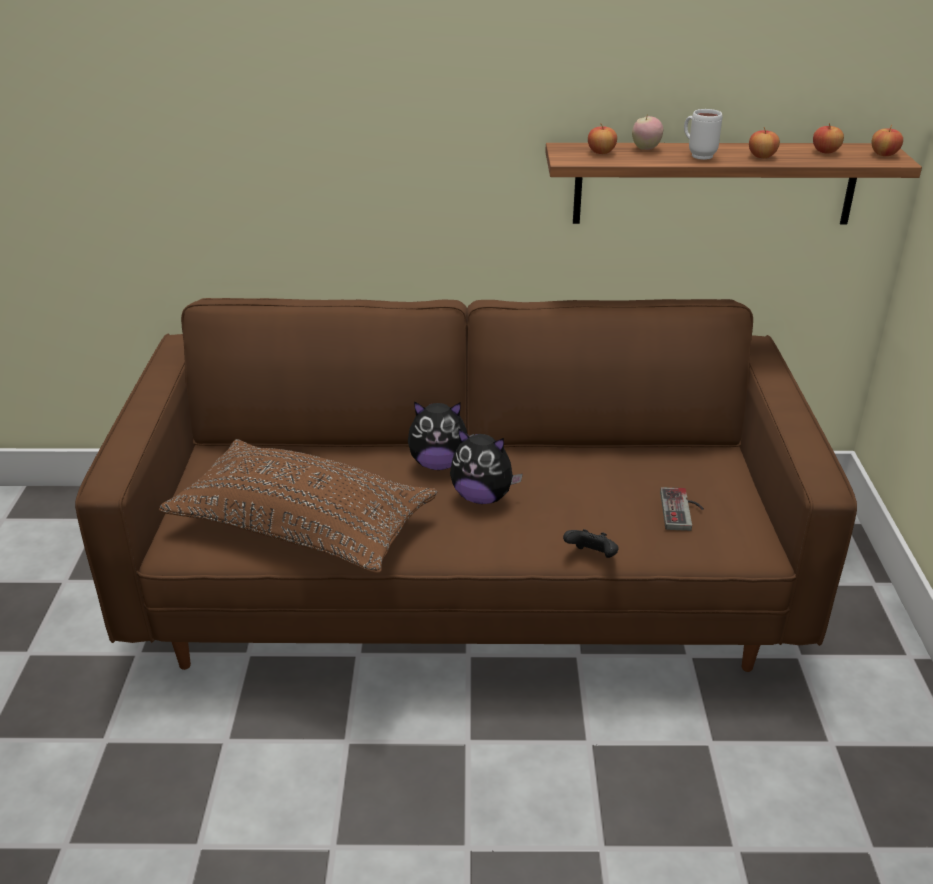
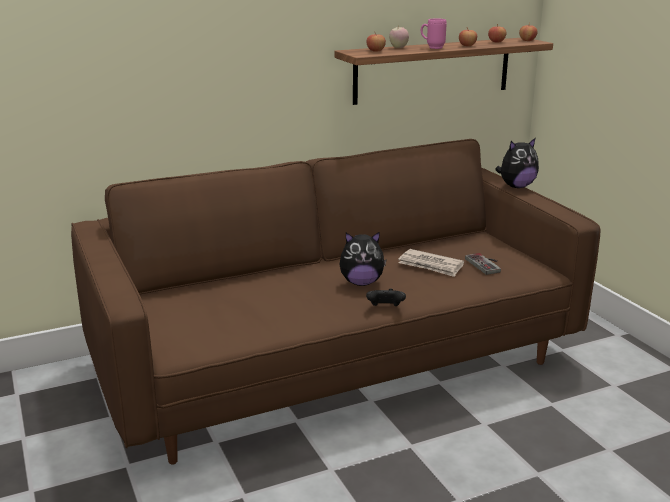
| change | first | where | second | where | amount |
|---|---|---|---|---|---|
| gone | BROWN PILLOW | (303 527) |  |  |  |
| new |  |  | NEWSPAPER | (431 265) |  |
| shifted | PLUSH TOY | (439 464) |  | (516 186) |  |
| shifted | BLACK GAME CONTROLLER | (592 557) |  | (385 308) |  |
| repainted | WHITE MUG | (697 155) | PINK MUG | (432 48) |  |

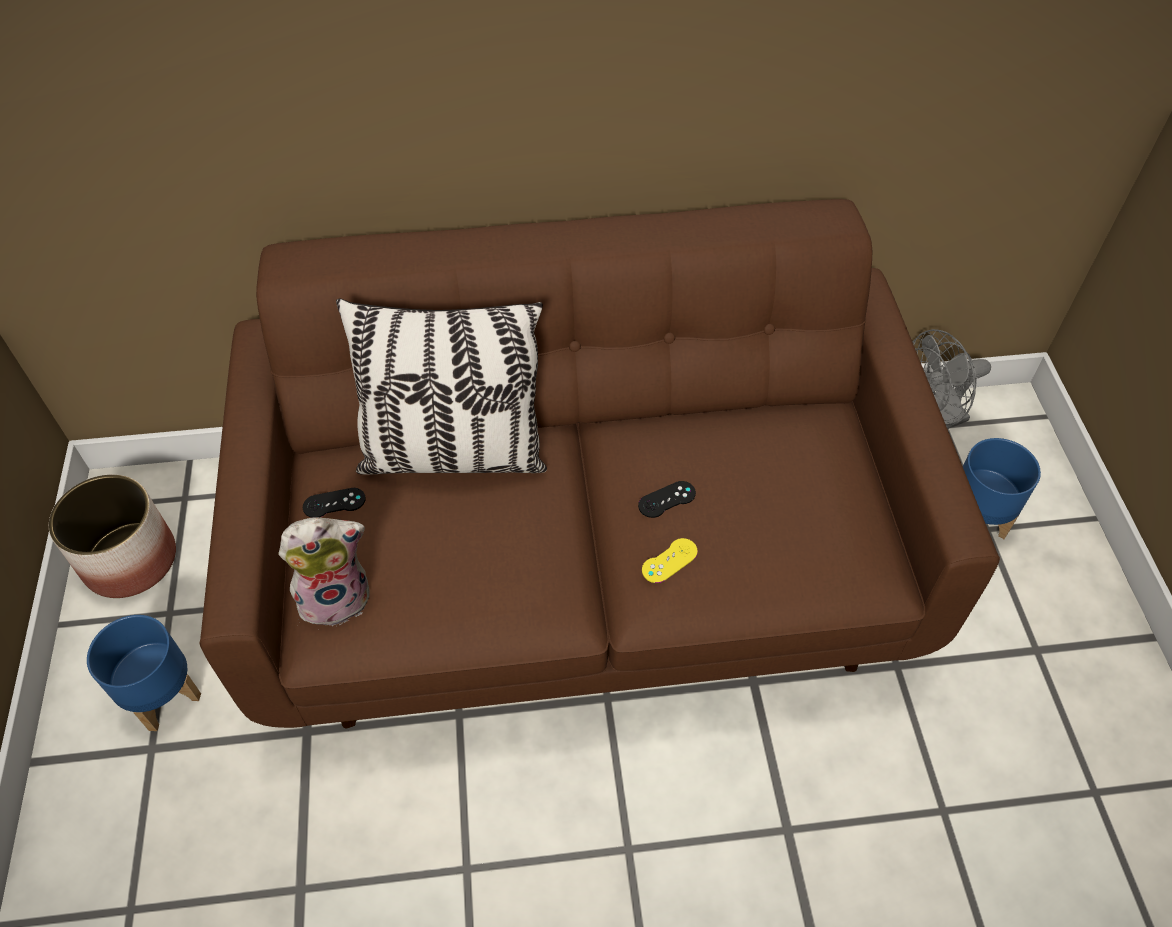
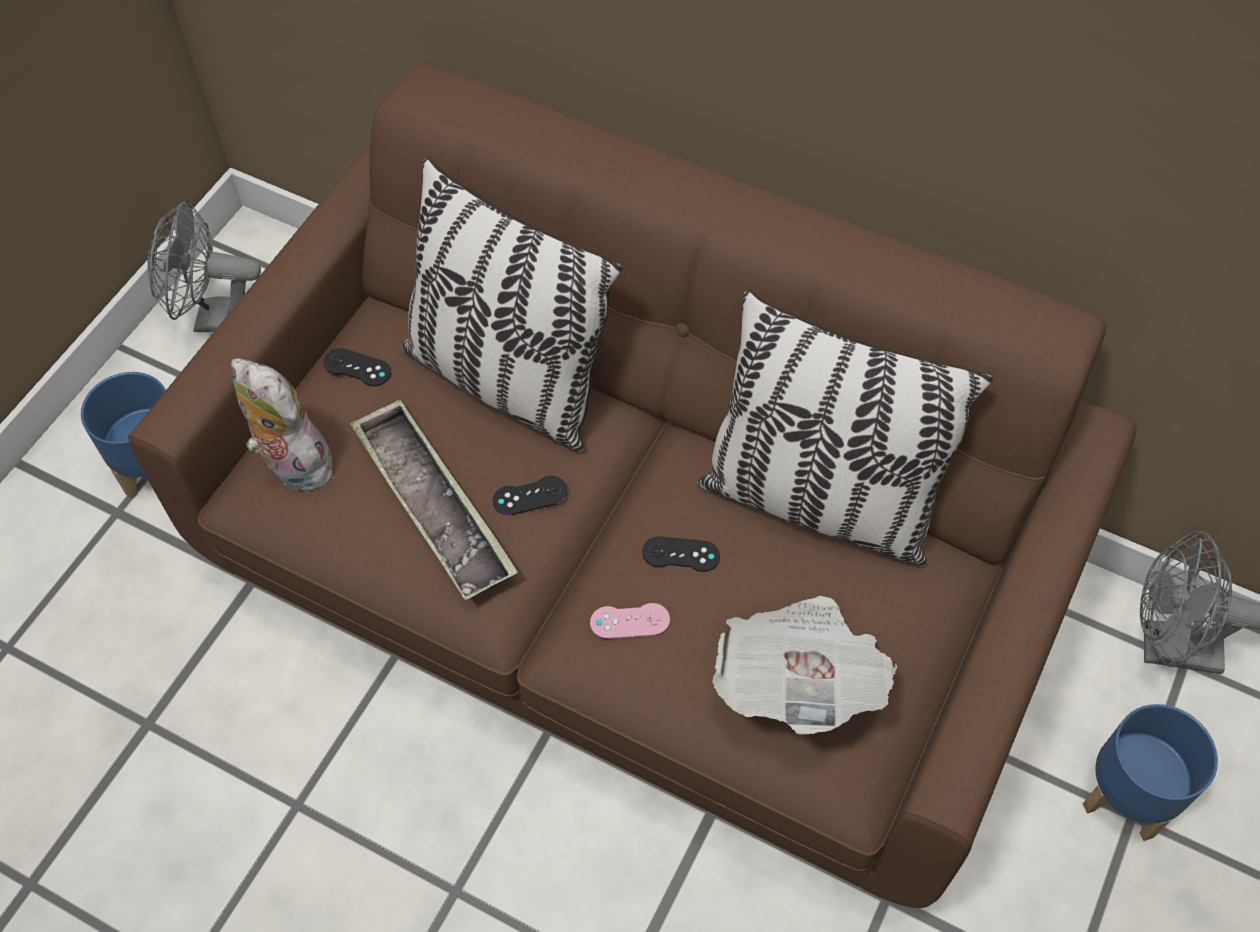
| change | first | where | second | where | amount |
|---|---|---|---|---|---|
| new |  |  | TRAY | (433 505) |  |
| new |  |  | BLACK GAME CONTROLLER | (530 496) |  |
| new |  |  | PILLOW | (818 501) |  |
| new |  |  | NEWSPAPER | (799 679) |  |
| swapped | PLANTER | (131 560) | GREY FAN | (218 319) |  |
| repainted | YELLOW GAME CONTROLLER | (669 561) | PINK GAME CONTROLLER | (630 621) |  |
| rotated | PLUSH TOY | (337 596) |  | (291 464) | 150 degrees counterclockwise |

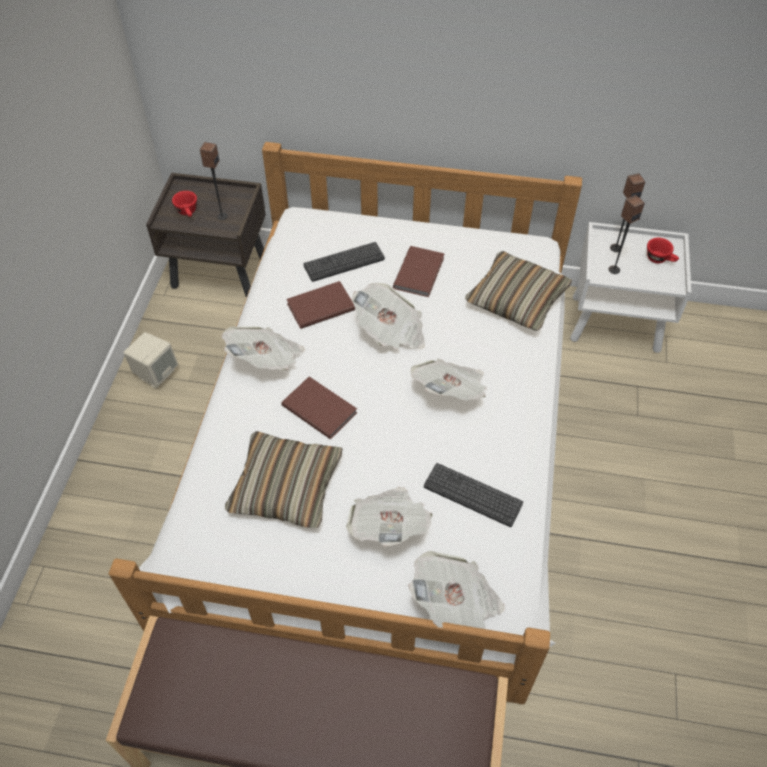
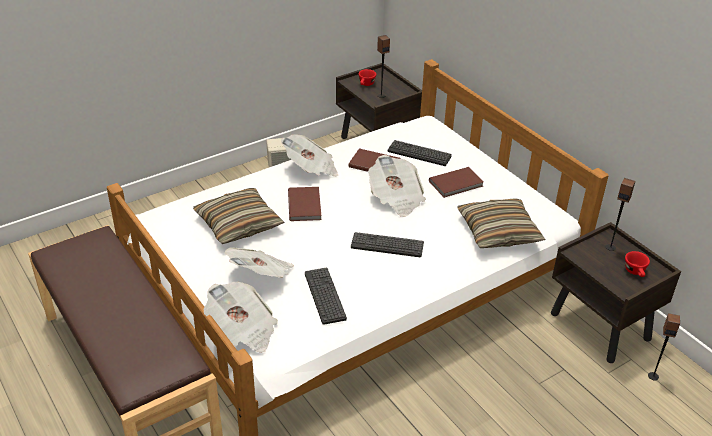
| change | first | where | second | where | amount |
|---|---|---|---|---|---|
| shifted | SPEAKER | (614 269) |  | (653 376) |  |
| swapped | NEWSPAPER | (451 391) | KEYBOARD | (387 245) |  |
| repainted | WHITE NIGHTSTAND | (616 323) | BROWN NIGHTSTAND | (601 327) |  |

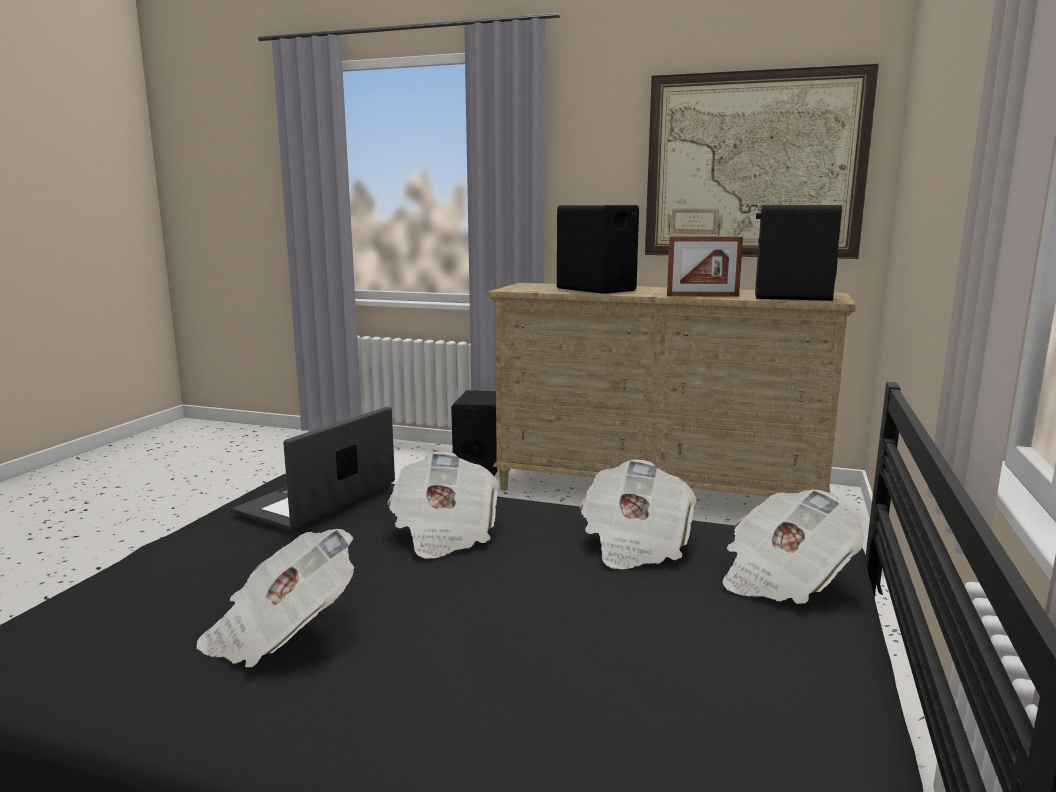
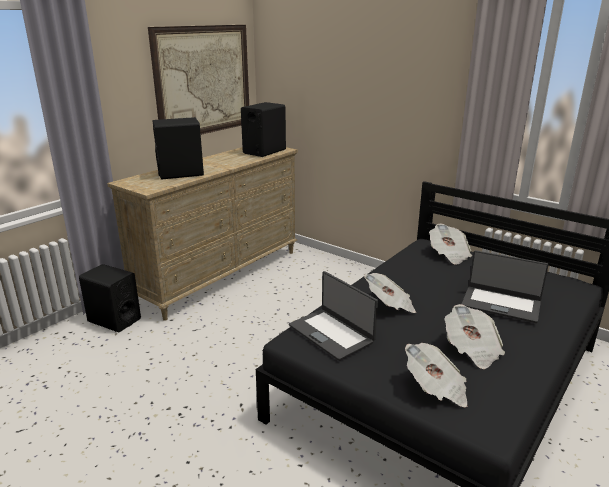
| change | first | where | second | where | amount |
|---|---|---|---|---|---|
| gone | PICTURE FRAME | (702 296) |  |  |  |
| new |  |  | LAPTOP | (501 304) |  |
| shifted | NEWSPAPER | (635 544) |  | (436 388) |  |

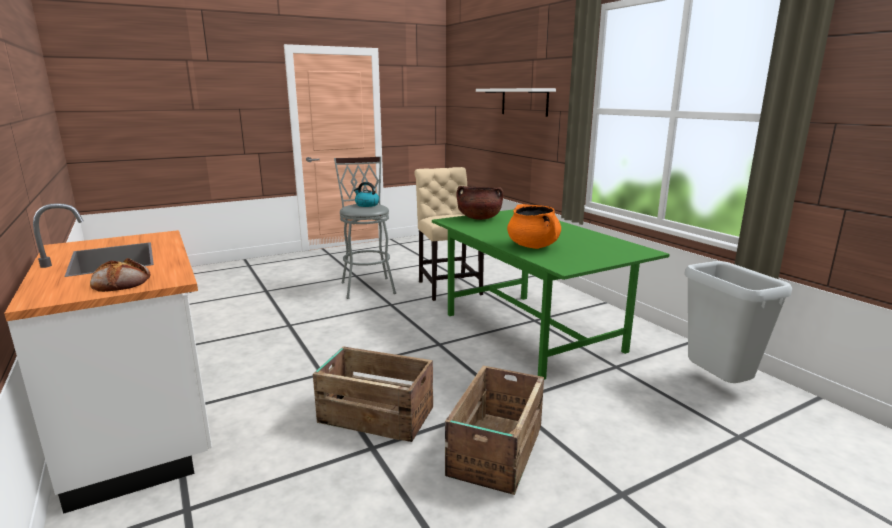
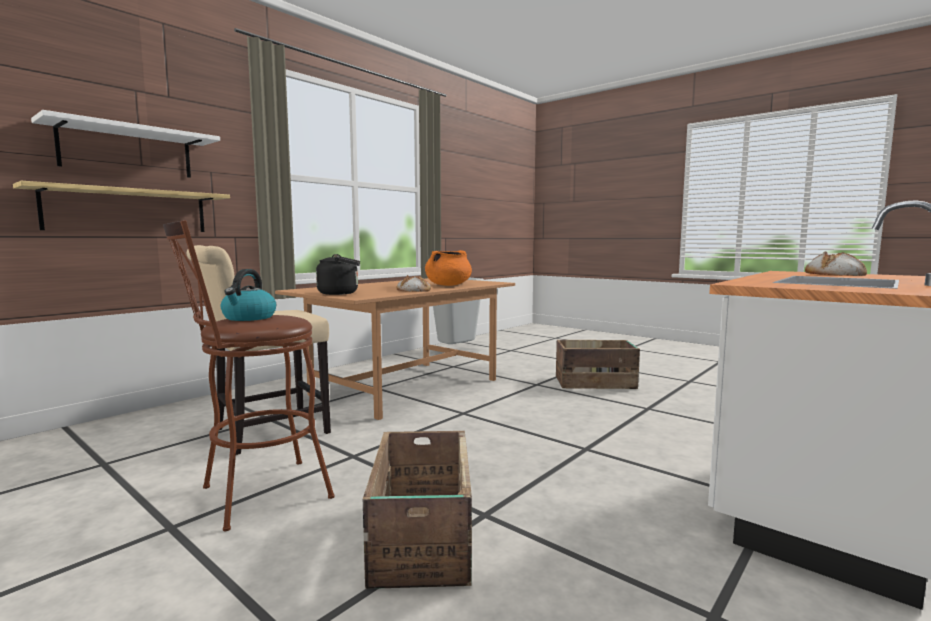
| change | first | where | second | where | amount |
|---|---|---|---|---|---|
| new |  |  | SHELF | (128 211) |  |
| new |  |  | BREAD | (413 290) |  |
| shifted | CRATE | (375 415) |  | (421 539) |  |
| swapped | BROWN COOKING POT | (479 218) | BLACK KETTLE | (341 293) |  |
| repainted | GREY STOOL | (367 286) | BROWN STOOL | (254 495) |  |
| repainted | GREEN DINING TABLE | (533 332) | BROWN DINING TABLE | (406 386) |  |

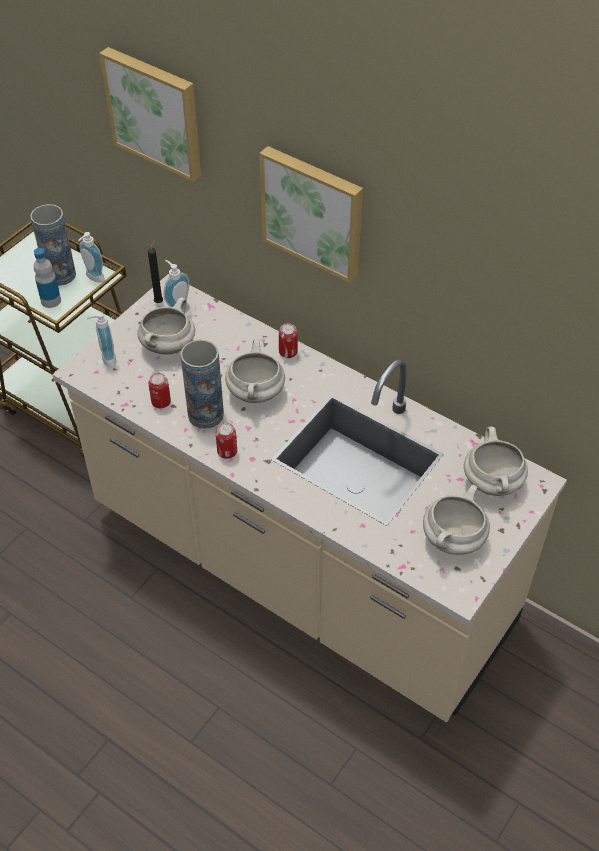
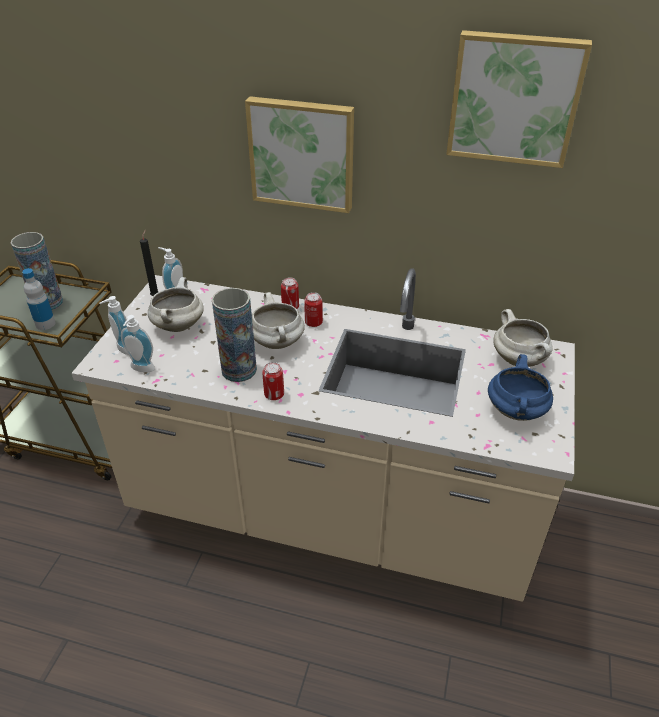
| change | first | where | second | where | amount |
|---|---|---|---|---|---|
| shifted | SOAP DISPENSER | (93 278) |  | (141 369) |  |
| shifted | PICTURE | (155 112) |  | (514 98) |  |
| shifted | CAN | (161 402) |  | (313 323) |  |
| repainted | WHITE COOKING POT | (453 540) | BLUE COOKING POT | (516 412) |  |

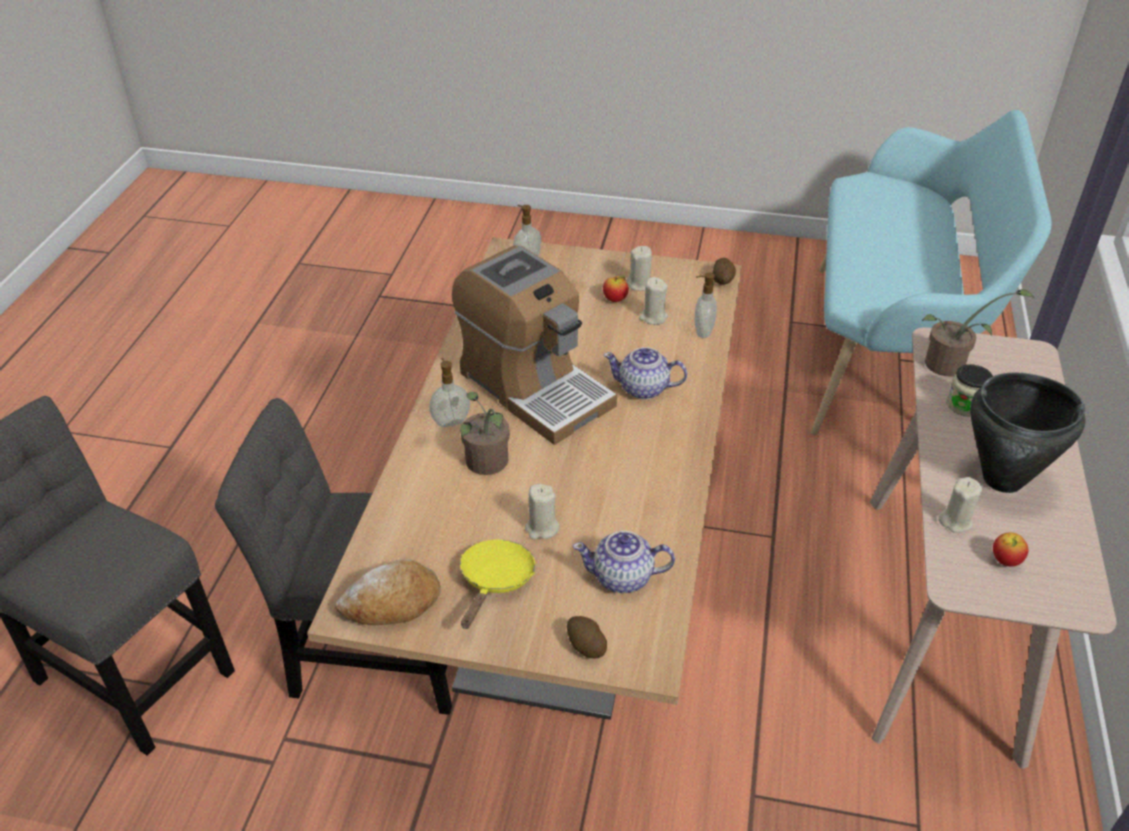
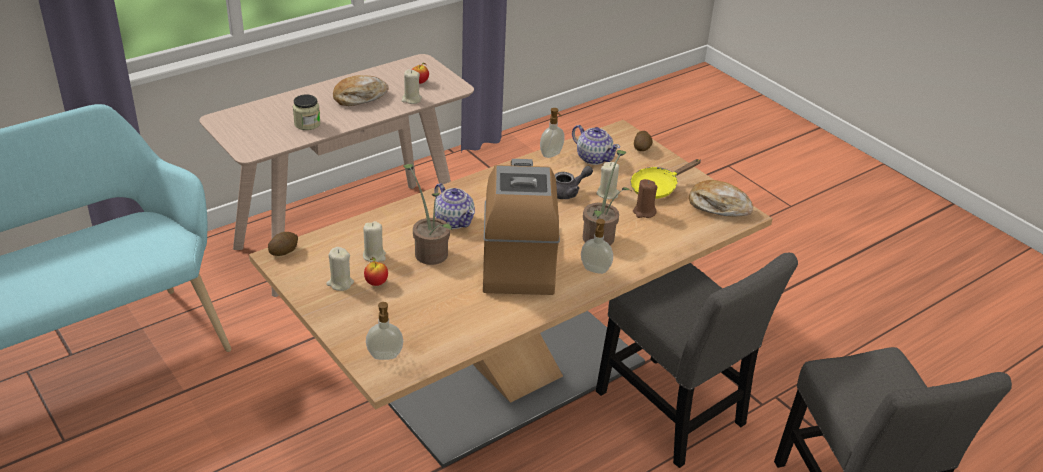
| change | first | where | second | where | amount |
|---|---|---|---|---|---|
| new |  |  | GREY TEAPOT | (568 192) |  |
| new |  |  | BROWN CANDLE | (644 212) |  |
| shifted | SOAP DISPENSER | (702 331) |  | (551 155) |  |
| shifted | POTTED PLANT | (951 366) |  | (429 251) |  |
| swapped | BLACK COOKING POT | (1003 480) | BREAD | (359 97) |  |

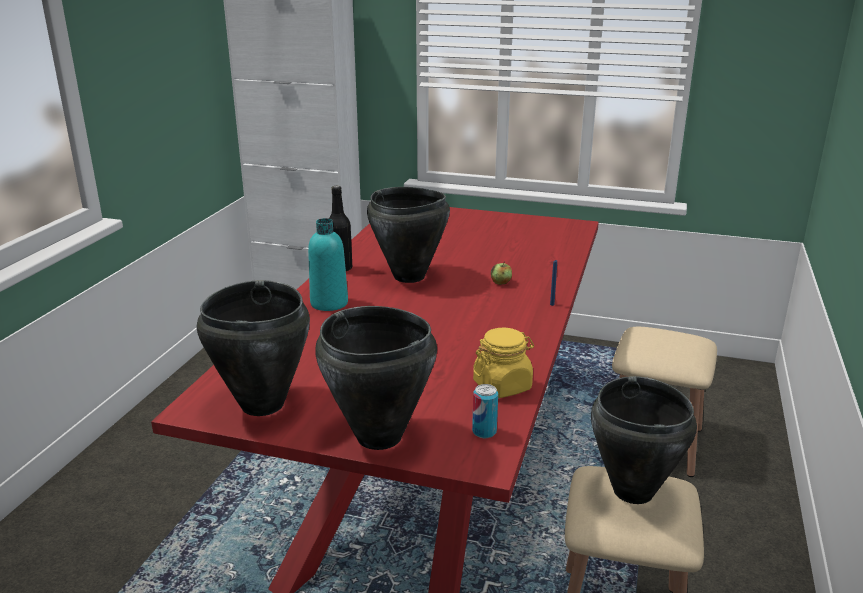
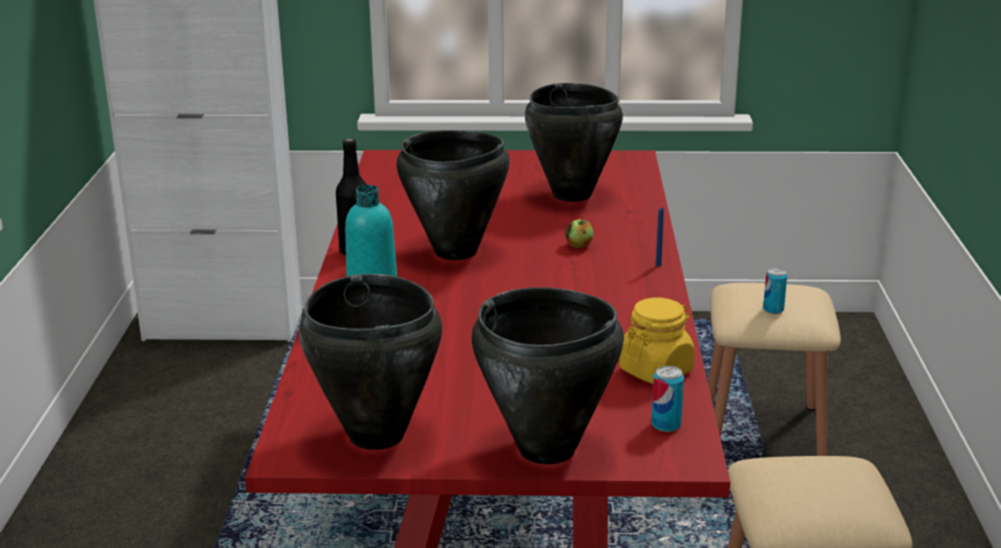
| change | first | where | second | where | amount |
|---|---|---|---|---|---|
| new |  |  | CAN | (773 309) |  |
| shifted | BLACK COOKING POT | (632 491) |  | (571 195) |  |

